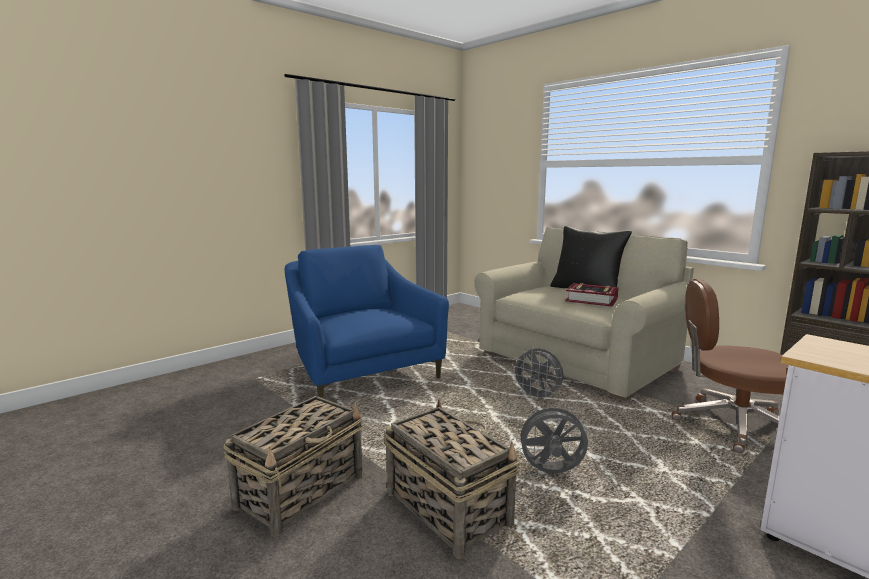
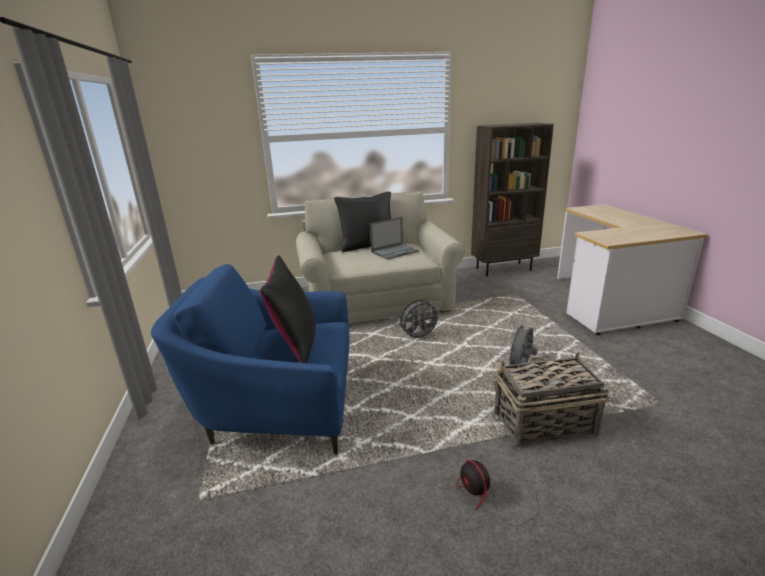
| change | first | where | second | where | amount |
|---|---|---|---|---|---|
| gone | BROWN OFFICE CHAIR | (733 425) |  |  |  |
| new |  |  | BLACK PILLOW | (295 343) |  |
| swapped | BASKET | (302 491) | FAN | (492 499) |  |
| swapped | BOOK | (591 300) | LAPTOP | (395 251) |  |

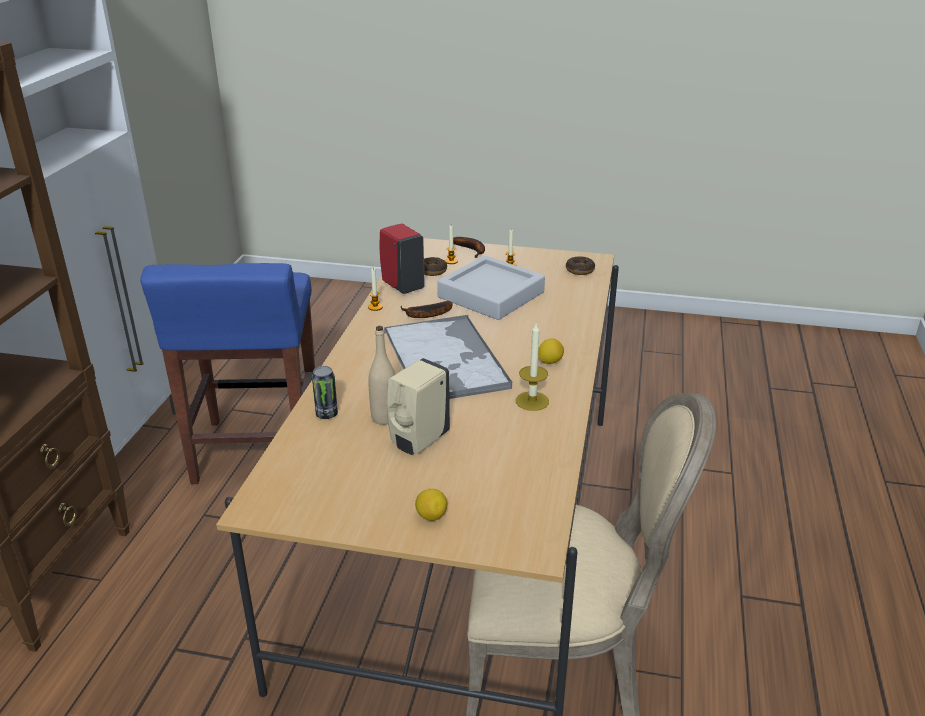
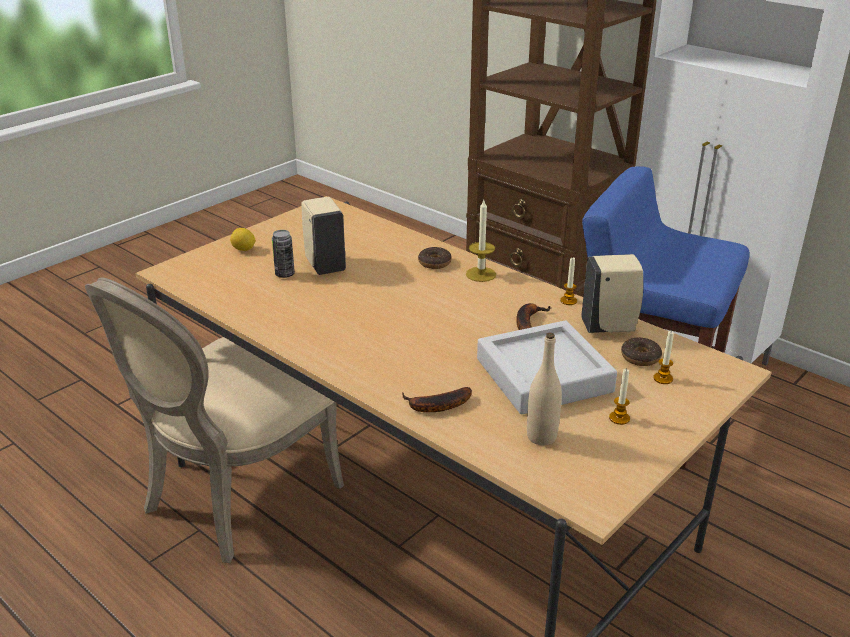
| change | first | where | second | where | amount |
|---|---|---|---|---|---|
| gone | TRAY | (445 360) |  |  |  |
| gone | LEMON | (549 361) |  |  |  |
| shifted | CAN | (326 414) |  | (285 274) |  |
| shifted | BEIGE BOTTLE | (384 418) |  | (541 437) |  |
| shifted | BANANA | (471 250) |  | (435 406) |  |
| shifted | CANDLE | (532 401) |  | (481 274) |  |
| shifted | DONUT | (580 270) |  | (434 263) |  |
| repainted | RED SOAP DISPENSER | (402 286) | BEIGE SOAP DISPENSER | (610 327) |  |

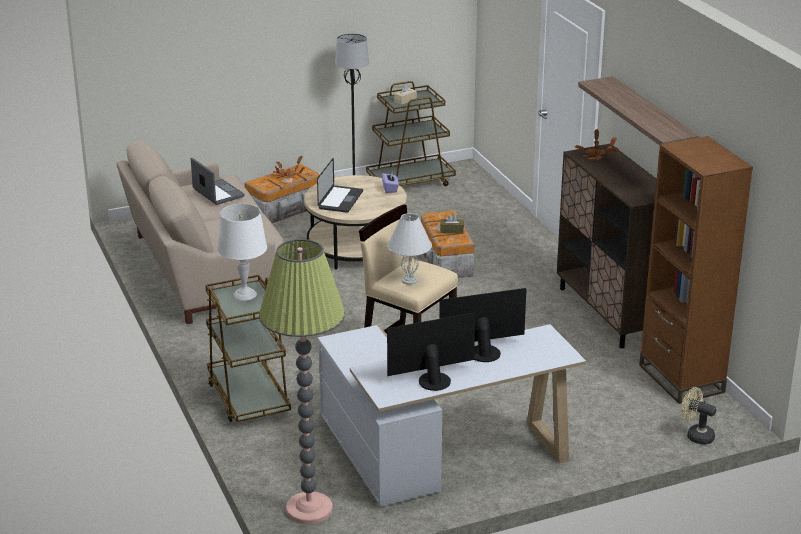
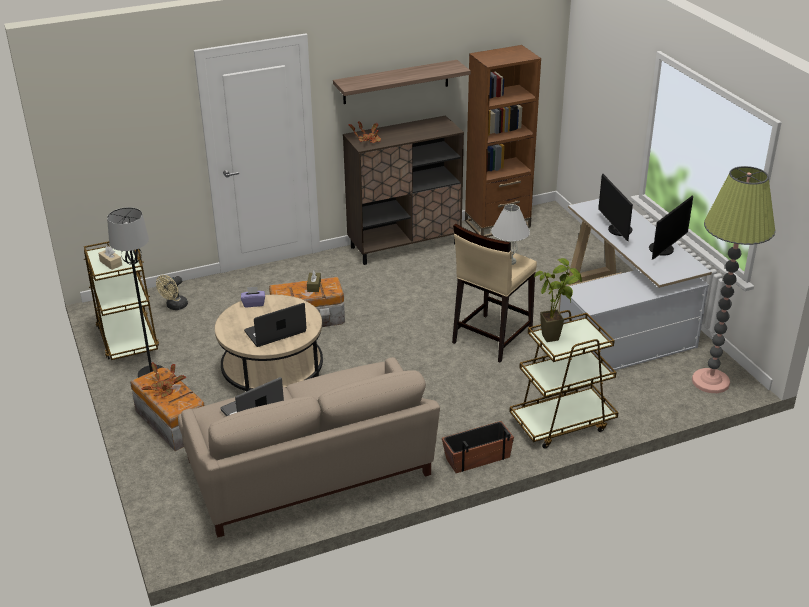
| change | first | where | second | where | amount |
|---|---|---|---|---|---|
| new |  |  | PLANTER | (477 457) |  |
| shifted | BEIGE FAN | (696 435) |  | (174 306) |  |
| swapped | WHITE TABLE LAMP | (245 294) | POTTED PLANT | (557 338) |  |
| rotated | LAPTOP | (340 200) |  | (275 332) | 45 degrees counterclockwise |
| rotated | MONITOR | (433 380) |  | (664 250) | 120 degrees counterclockwise |

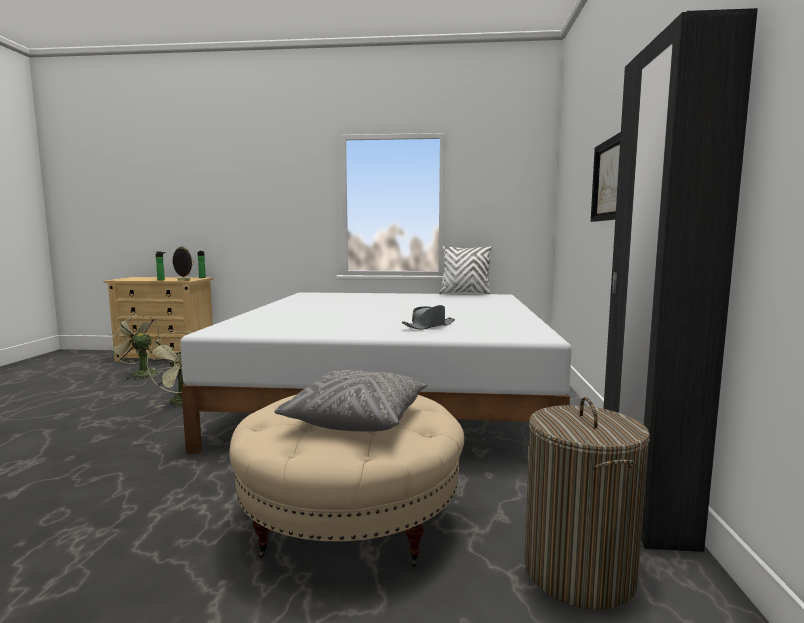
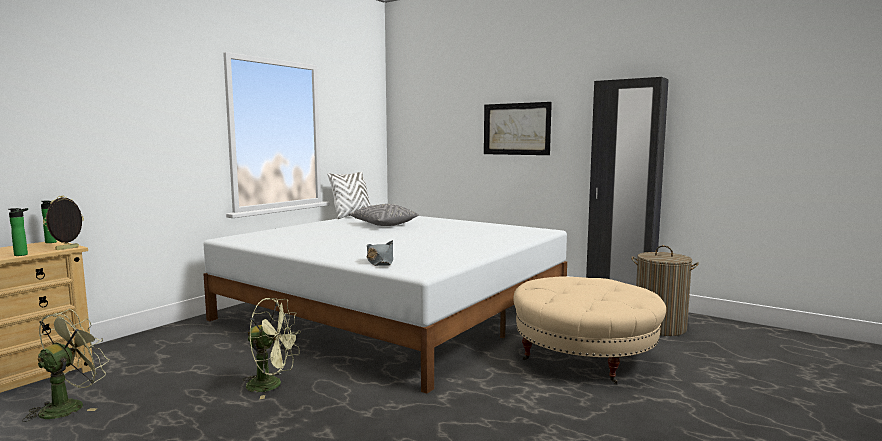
| change | first | where | second | where | amount |
|---|---|---|---|---|---|
| shifted | GREY PILLOW | (357 419) |  | (383 224) |  |
| shifted | GREY HAT | (429 326) |  | (380 261) |  |
| rotated | GREEN FAN | (139 374) |  | (69 406) | 150 degrees clockwise |

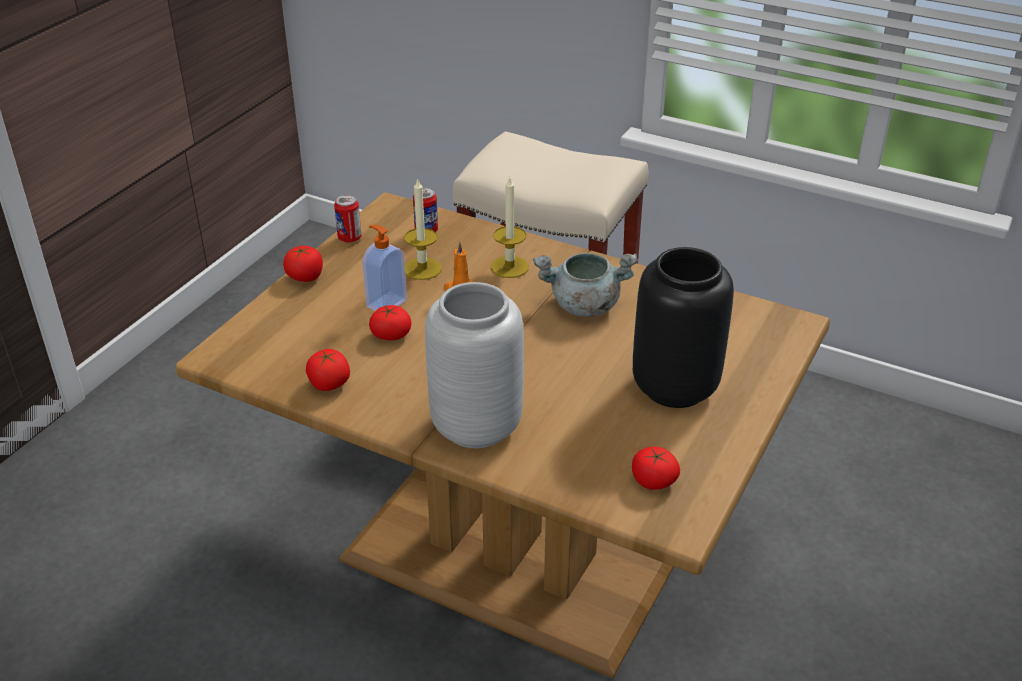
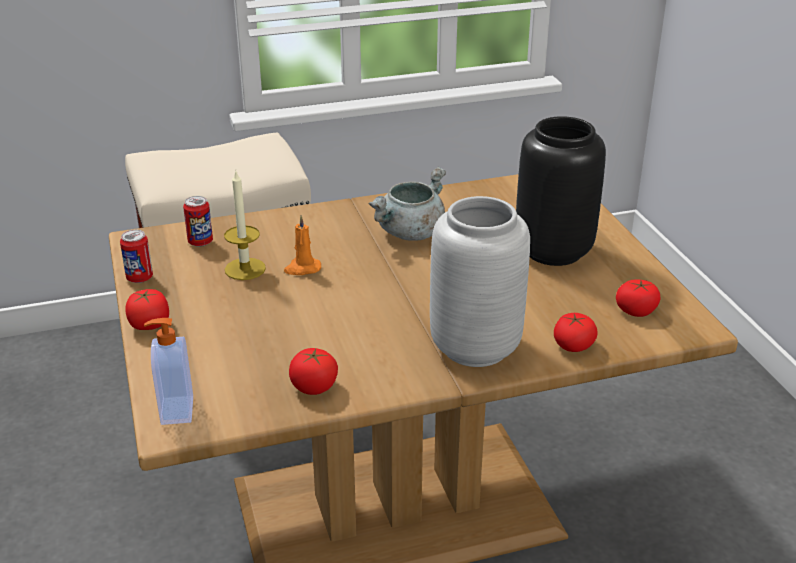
| change | first | where | second | where | amount |
|---|---|---|---|---|---|
| gone | CANDLE | (509 267) |  |  |  |
| shifted | SOAP DISPENSER | (385 303) |  | (175 411) |  |
| shifted | TOMATO | (391 334) |  | (573 345) |  |

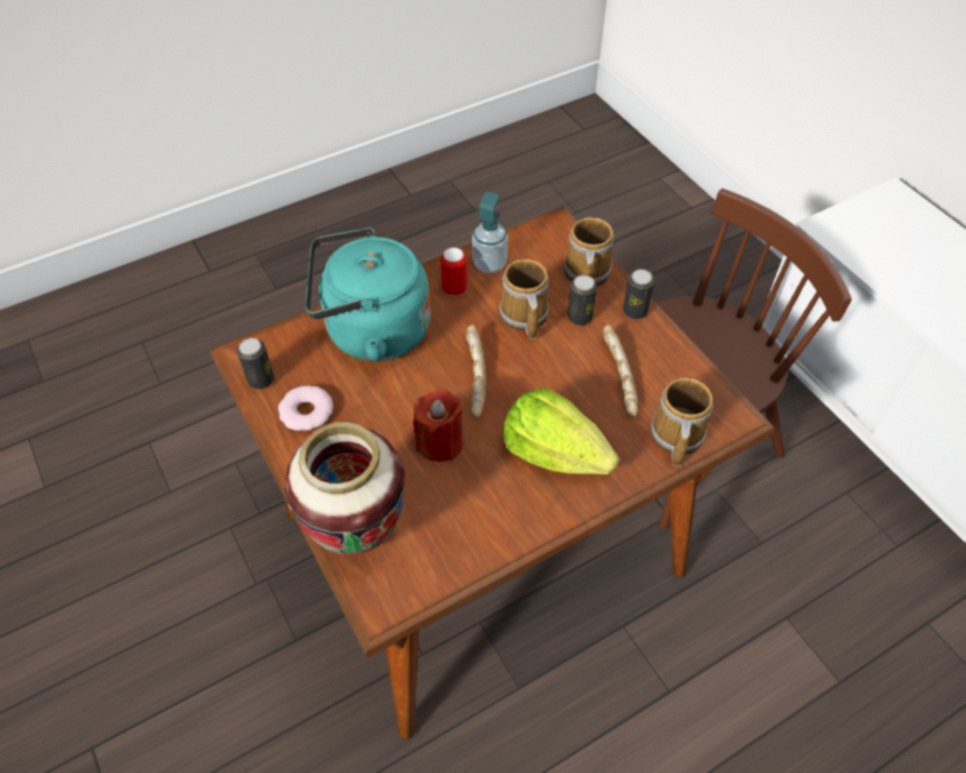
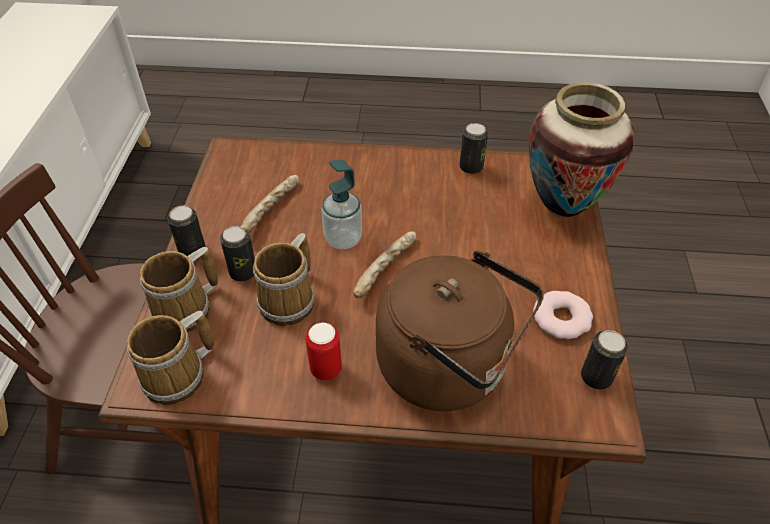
| change | first | where | second | where | amount |
|---|---|---|---|---|---|
| gone | RED CANDLE | (440 442) |  |  |  |
| gone | LETTUCE | (554 453) |  |  |  |
| new |  |  | CAN | (471 167) |  |
| shifted | SOAP DISPENSER | (489 264) |  | (343 239) |  |
| shifted | MUG | (674 436) |  | (178 376) |  |
| repainted | TURQUOISE KETTLE | (371 332) | BROWN KETTLE | (449 368) |  |

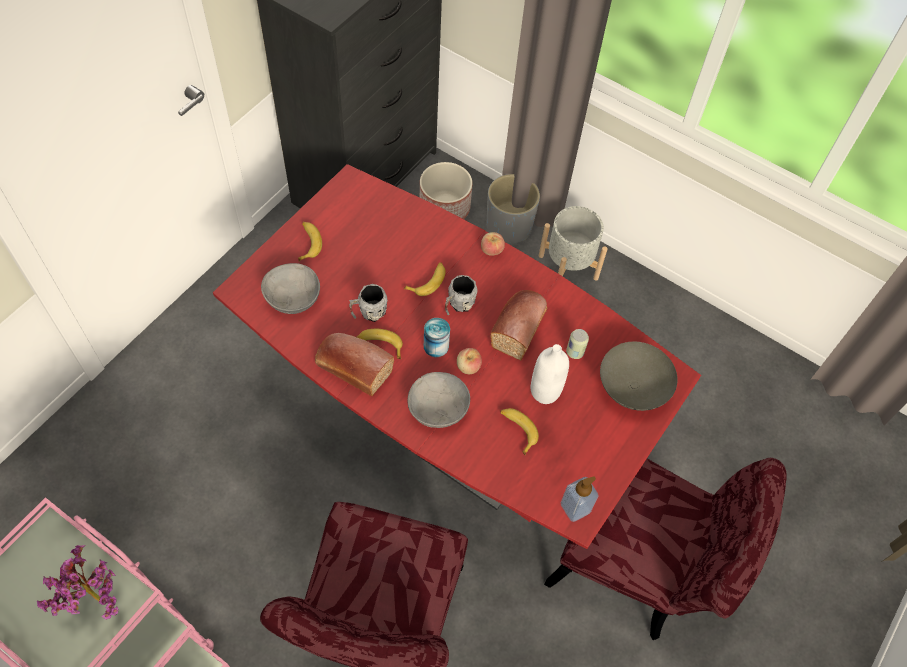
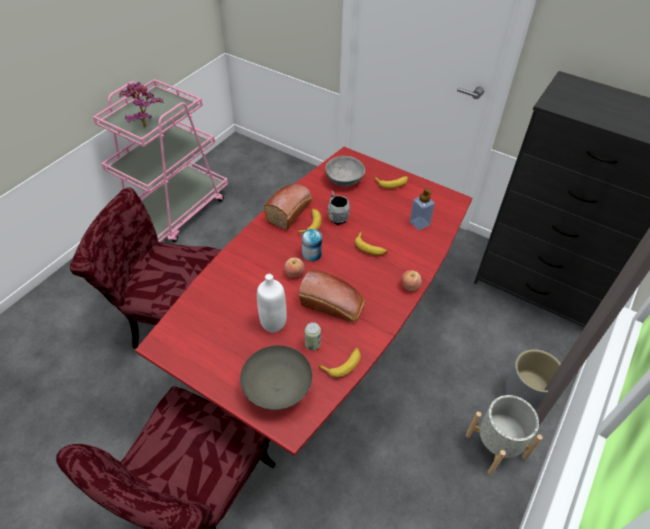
| change | first | where | second | where | amount |
|---|---|---|---|---|---|
| gone | GREY BOWL | (439 409) |  |  |  |
| gone | PLANTER | (444 207) |  |  |  |
| gone | GREY MUG | (458 305) |  |  |  |
| shifted | BANANA | (517 430) |  | (343 364) |  |
| shifted | SOAP DISPENSER | (575 507) |  | (419 223) |  |

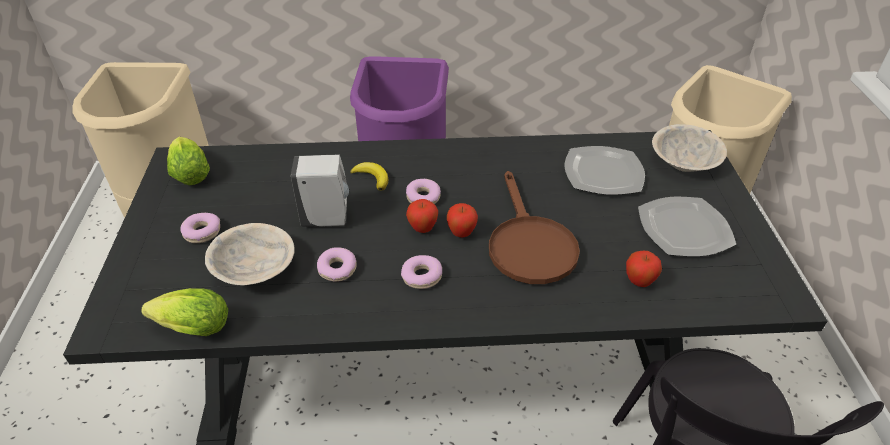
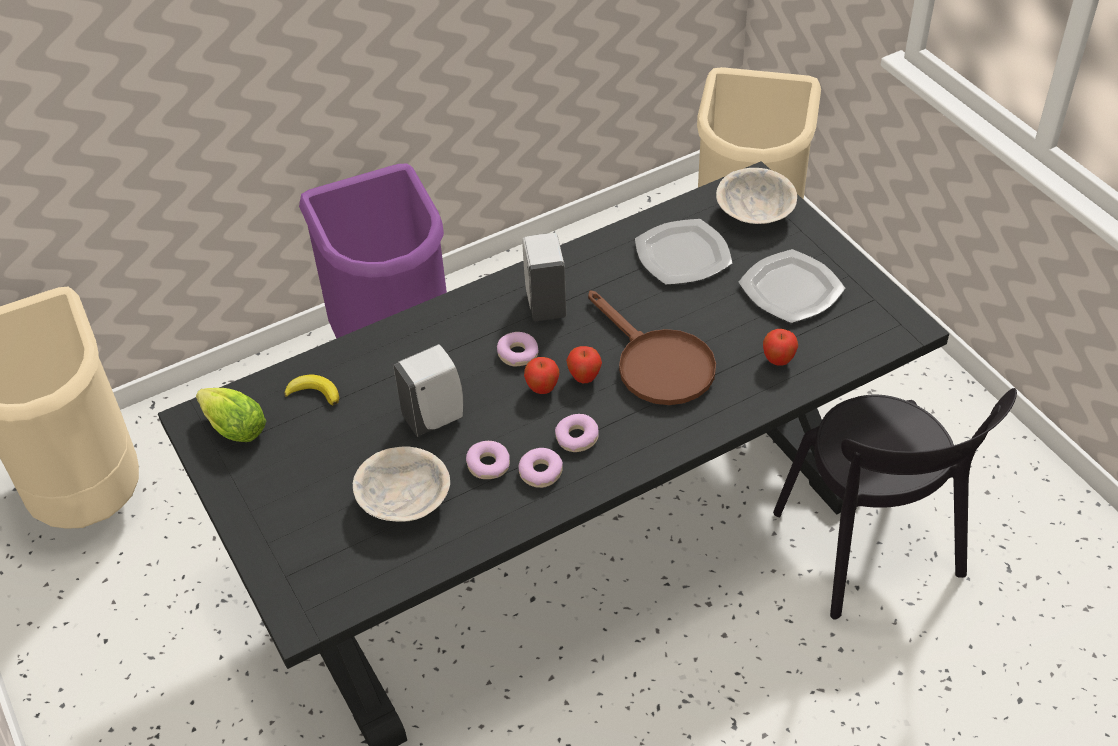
| change | first | where | second | where | amount |
|---|---|---|---|---|---|
| gone | LETTUCE | (190 328) |  |  |  |
| new |  |  | WHITE SOAP DISPENSER | (545 303) |  |
| shifted | DONUT | (202 232) |  | (541 472) |  |
| shifted | BANANA | (372 178) |  | (314 393) |  |

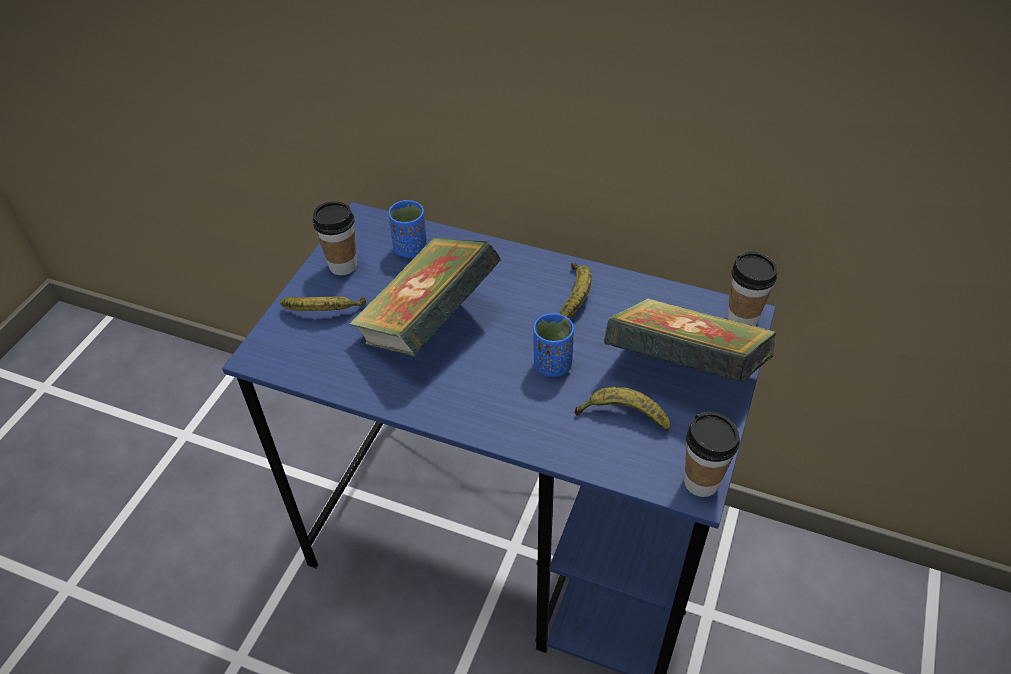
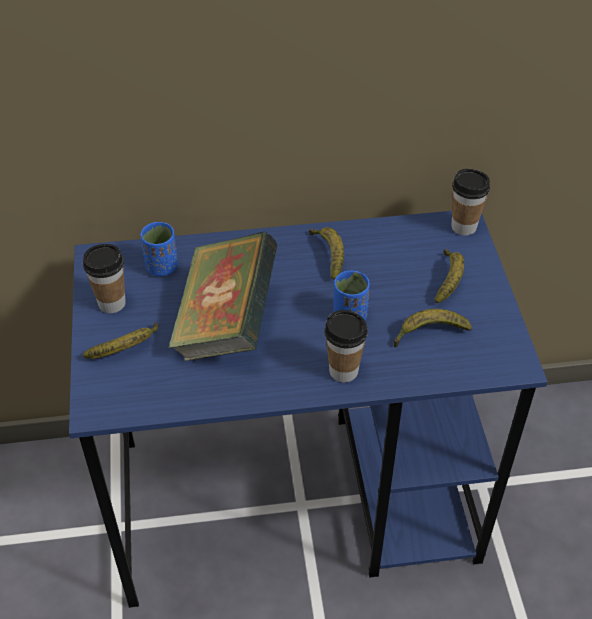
| change | first | where | second | where | amount |
|---|---|---|---|---|---|
| shifted | CUP | (701 482) |  | (343 371) |  |
| swapped | BOOK | (684 369) | BANANA | (448 280) |  |

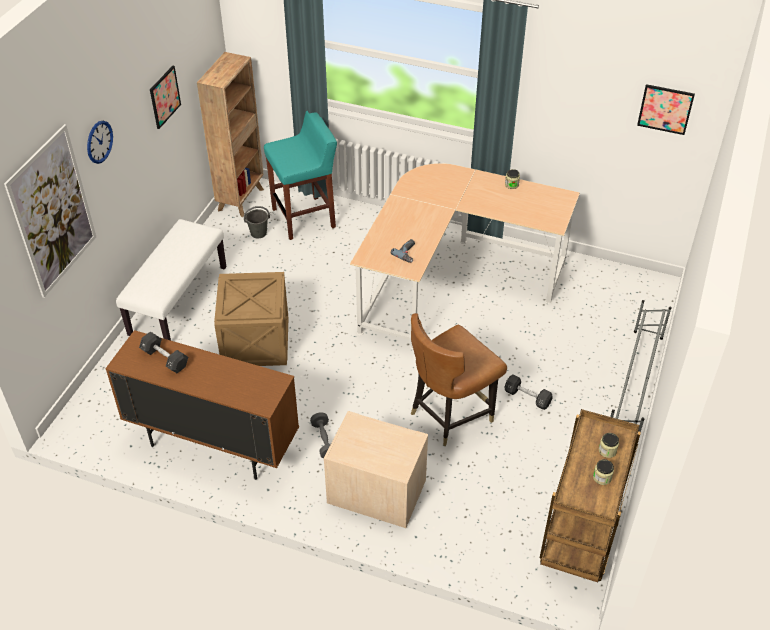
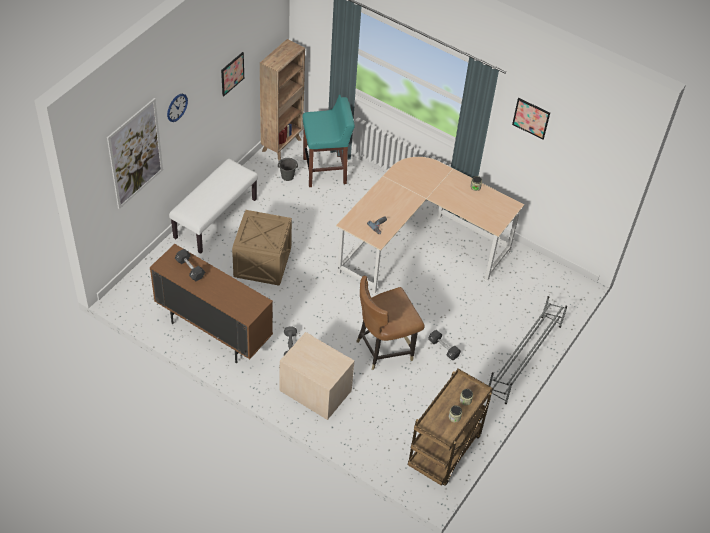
| change | first | where | second | where | amount |
|---|---|---|---|---|---|
| shifted | PICTURE | (665 109) |  | (531 118) |  |

